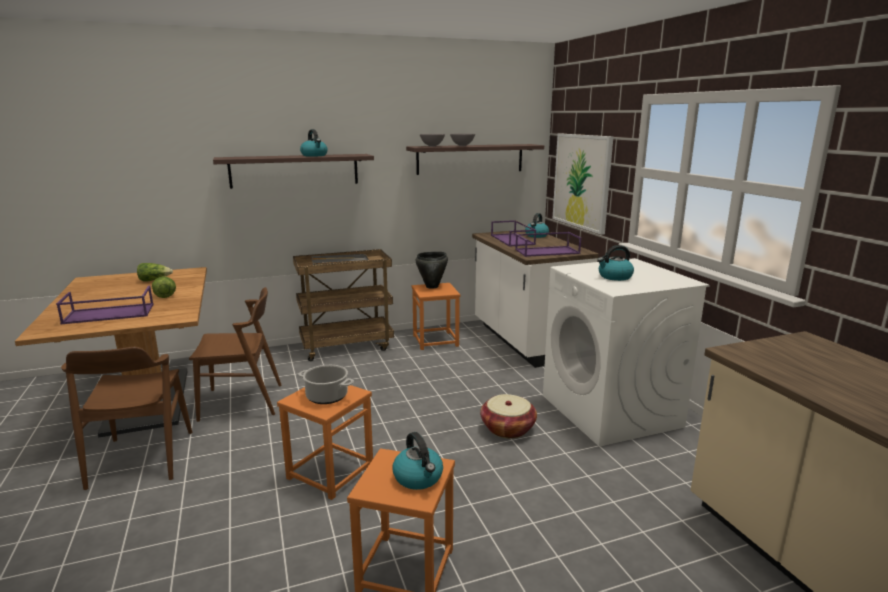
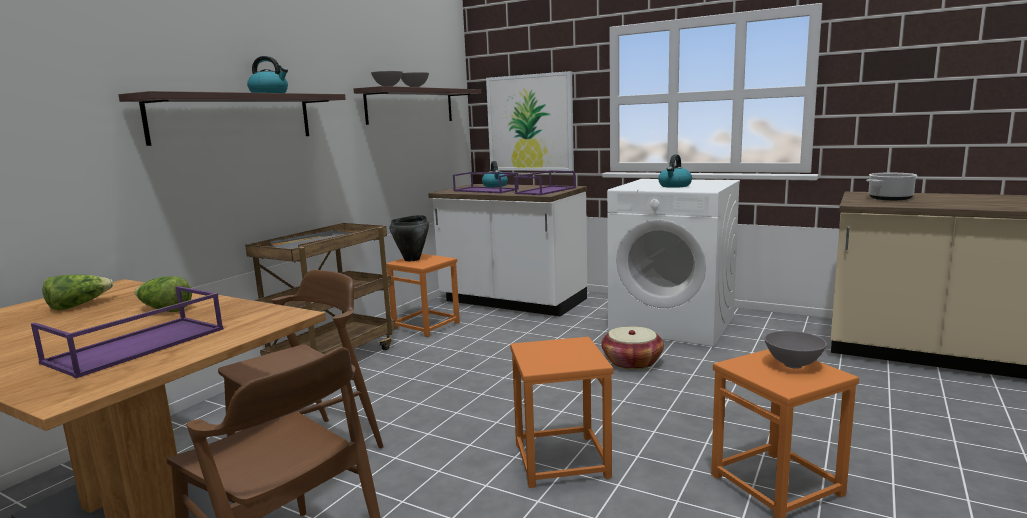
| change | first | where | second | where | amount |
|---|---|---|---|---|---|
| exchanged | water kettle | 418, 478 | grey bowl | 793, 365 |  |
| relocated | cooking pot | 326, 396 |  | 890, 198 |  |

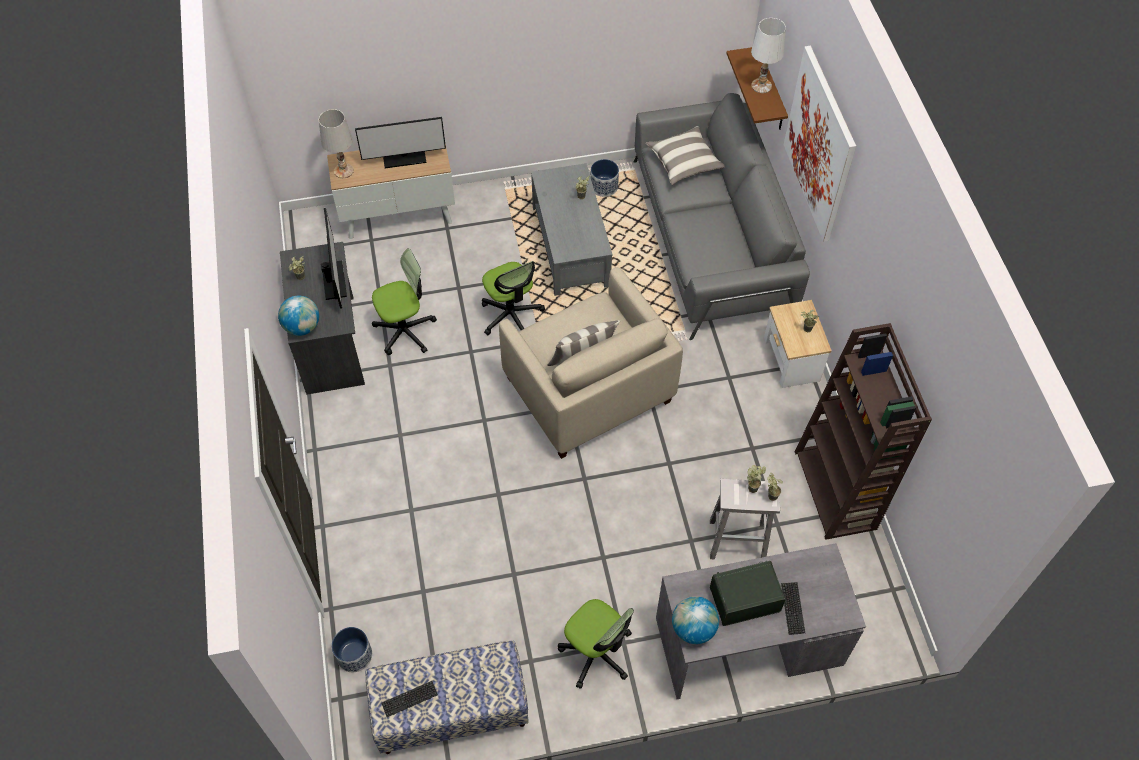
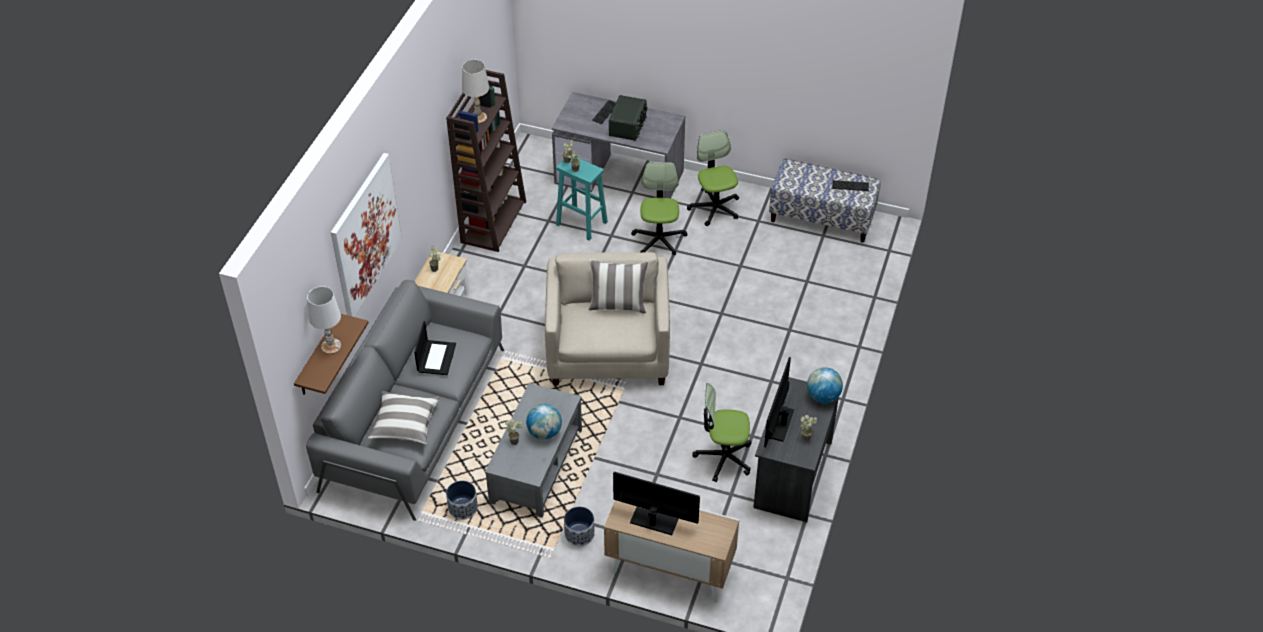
| change | first | where | second | where | amount |
|---|---|---|---|---|---|
| appeared |  |  | laptop | 436, 357 |  |
| relocated | whitish tabletop lamp | 344, 171 |  | 478, 117 |  |
| relocated | desk globe | 693, 628 |  | 544, 432 |  |
| colour | whitish stool seat | 738, 540 | blue-green stool seat | 581, 223 |  |
| relocated | plant pot | 355, 655 |  | 579, 534 |  |
| spun | radio set | 744, 599 |  | 628, 126 | 90 degrees counterclockwise |
| relocated | computer chair | 511, 315 |  | 659, 239 |  |

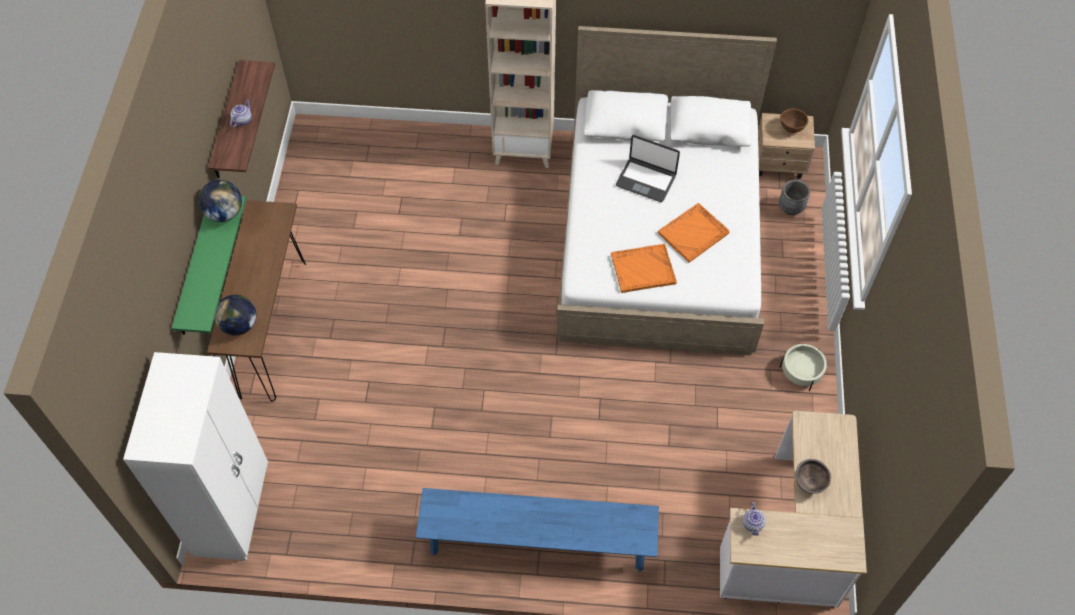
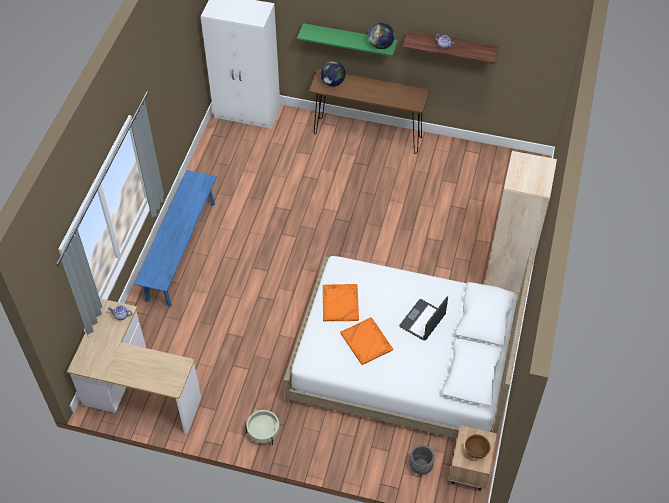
| change | first | where | second | where | amount |
|---|---|---|---|---|---|
| missing | brown-coloured bowl | 809, 483 |  |  |  |

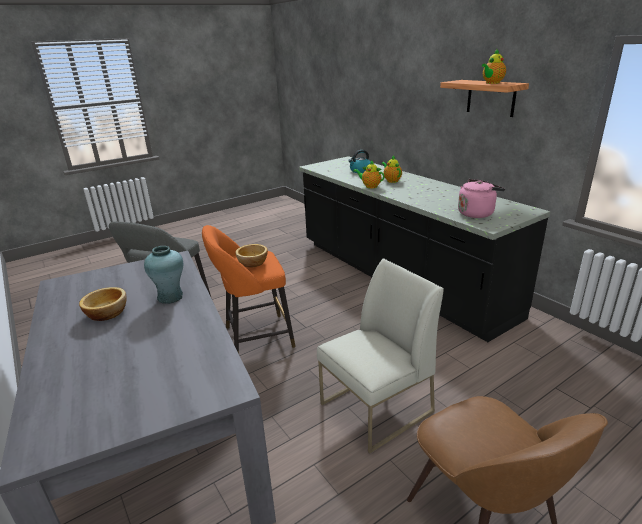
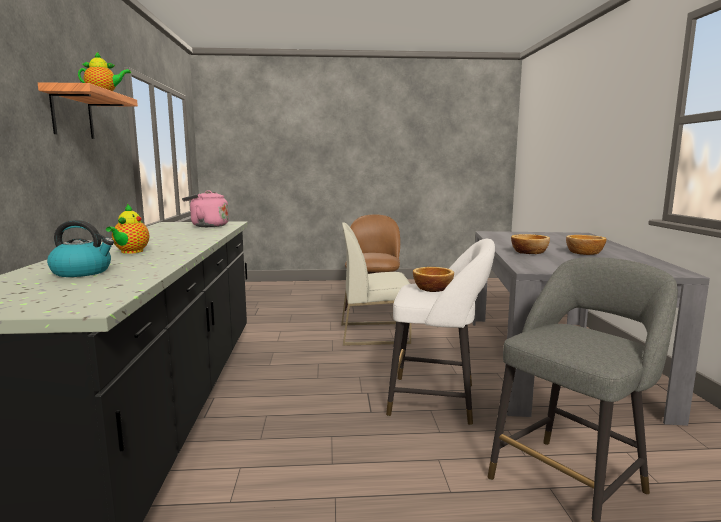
| change | first | where | second | where | amount |
|---|---|---|---|---|---|
| colour | orange-coloured stool seat | 254, 338 | whitish stool seat | 438, 400 |  |
| exchanged | blue-green flower vase | 170, 297 | bowl | 529, 252 |  |
| missing | pot for tea | 370, 186 |  |  |  |

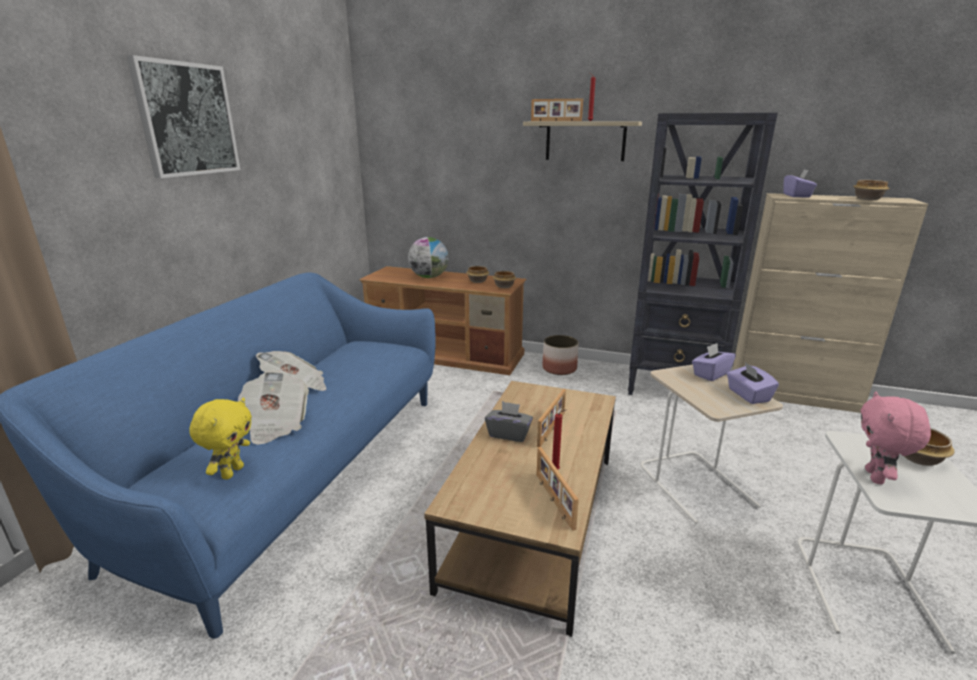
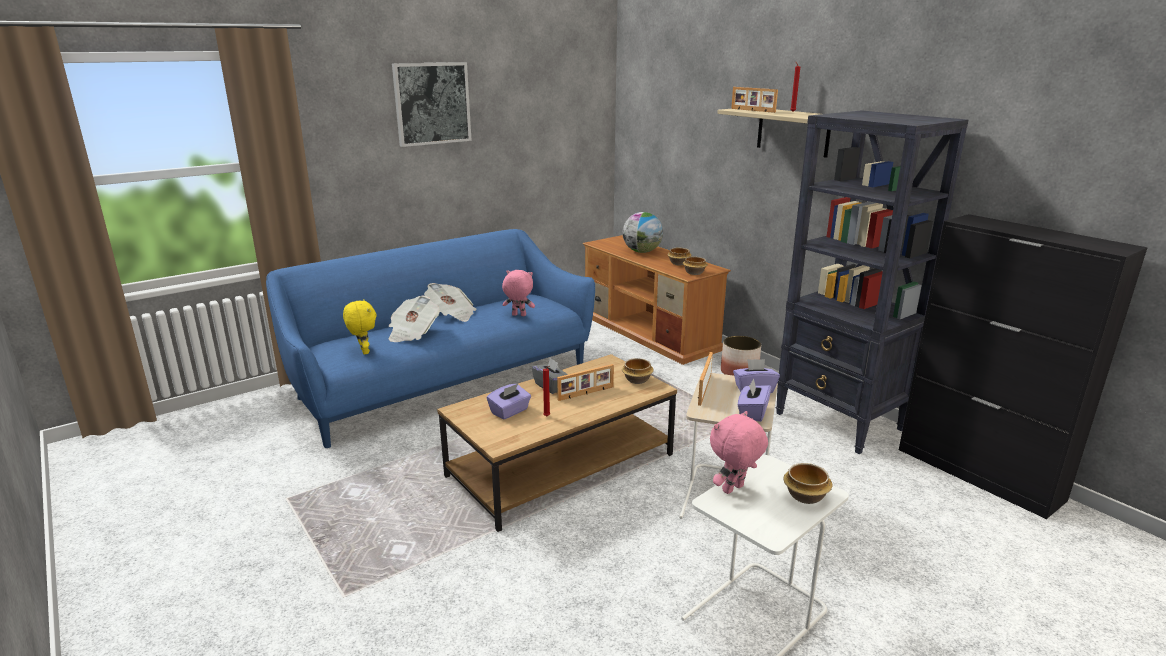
| change | first | where | second | where | amount |
|---|---|---|---|---|---|
| spun | yellowish soft toy | 232, 472 |  | 363, 351 | 75 degrees counterclockwise |
| relocated | purple tissue box | 797, 196 |  | 510, 411 |  |
| appeared |  |  | pinkish soft toy | 518, 315 |  |
| relocated | bowl | 868, 199 |  | 638, 380 |  |
| relocated | picture frame | 553, 500 |  | 703, 389 |  |
| colour | beige storage cabinet | 793, 395 | blackish storage cabinet | 979, 474 |  |

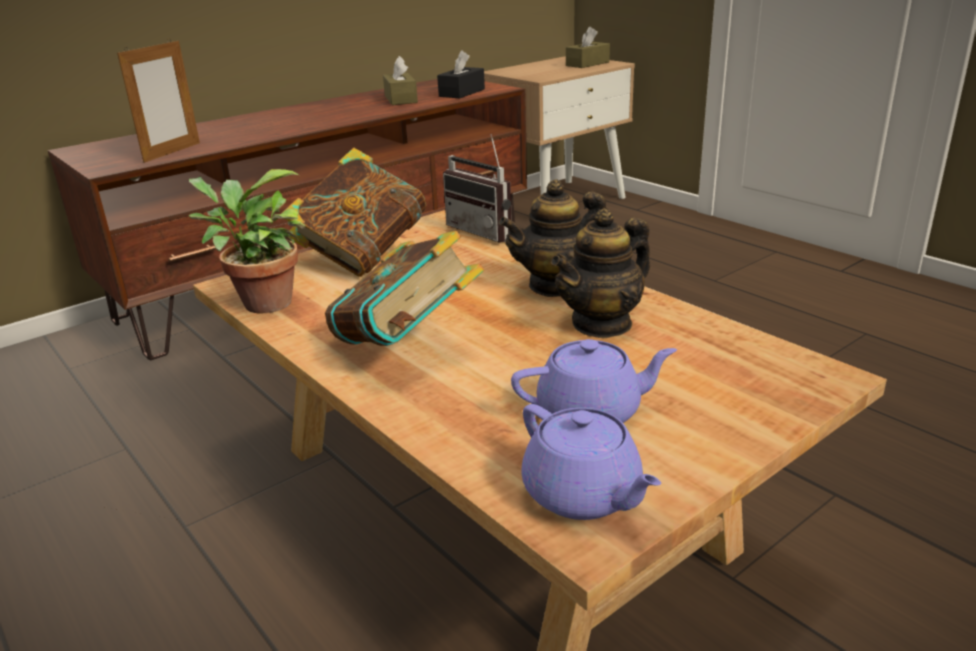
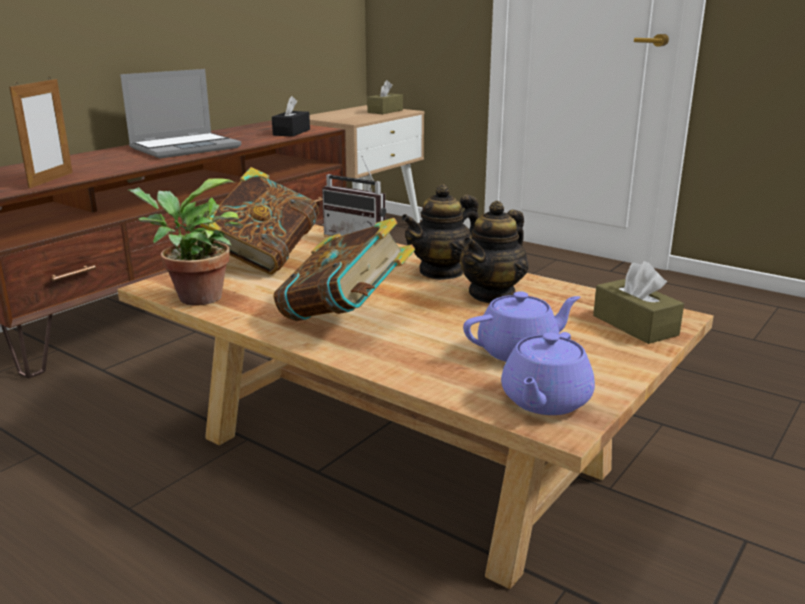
| change | first | where | second | where | amount |
|---|---|---|---|---|---|
| appeared |  |  | laptop | 186, 147 |  |
| spun | purple pot for tea | 583, 495 |  | 544, 401 | 75 degrees clockwise |
| relocated | brown-coloured tissue box | 400, 99 |  | 634, 325 |  |

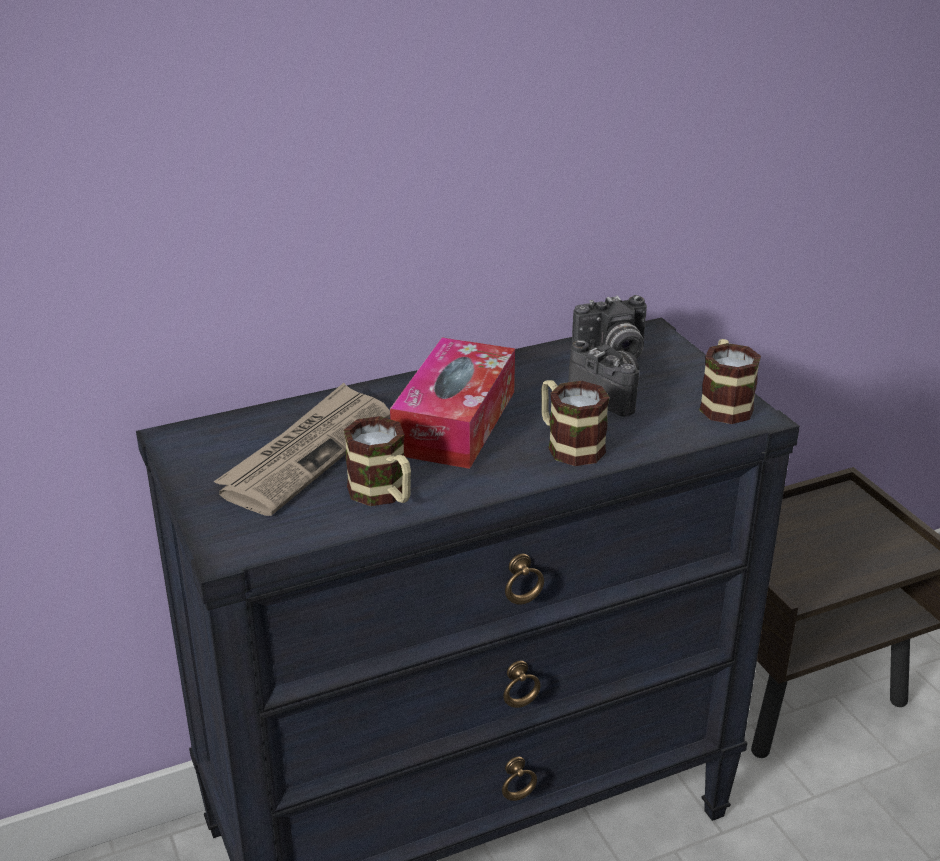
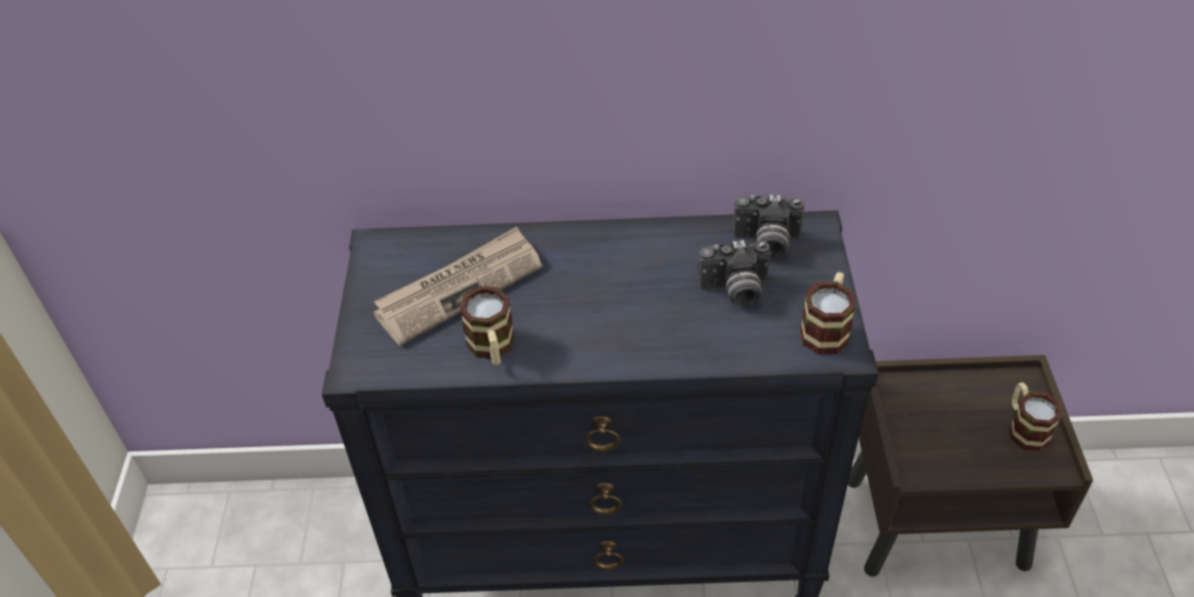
| change | first | where | second | where | amount |
|---|---|---|---|---|---|
| spun | still camera | 611, 394 |  | 735, 291 | 105 degrees clockwise |
| relocated | mug | 568, 444 |  | 1024, 428 |  |
| missing | tissue box | 455, 422 |  |  |  |

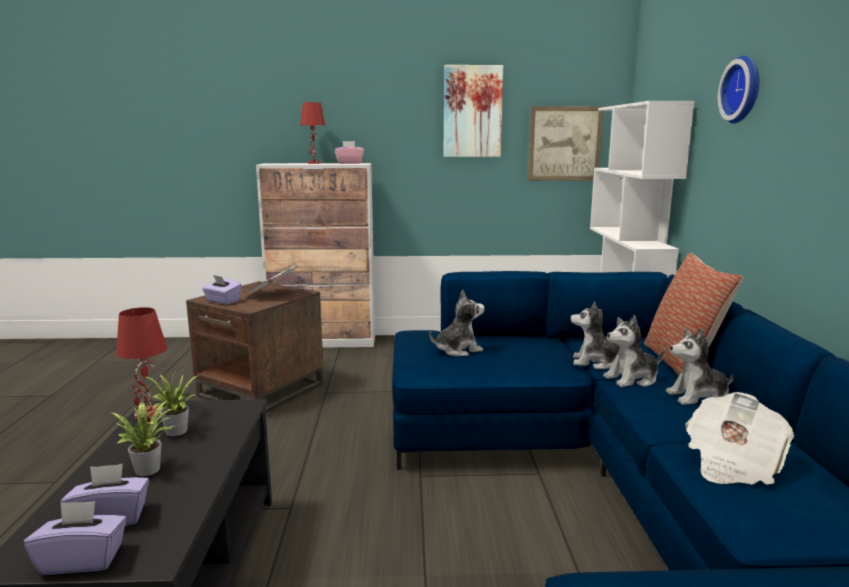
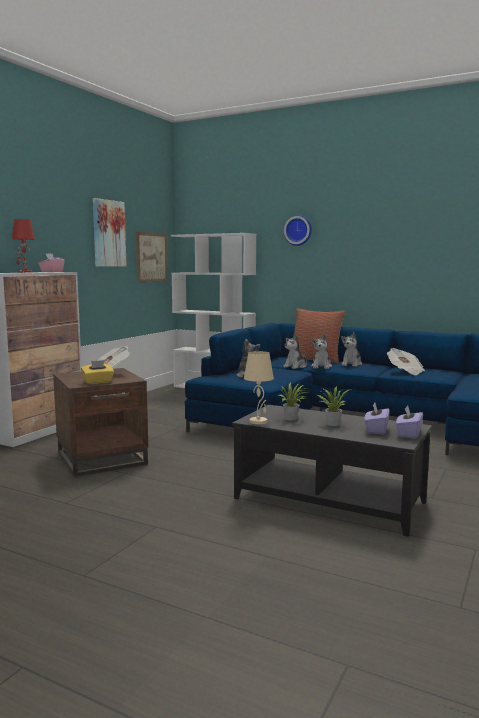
| change | first | where | second | where | amount |
|---|---|---|---|---|---|
| colour | purple tissue box | 222, 301 | yellowish tissue box | 98, 382 |  |
| colour | reddish tabletop lamp | 149, 415 | beige tabletop lamp | 259, 421 |  |

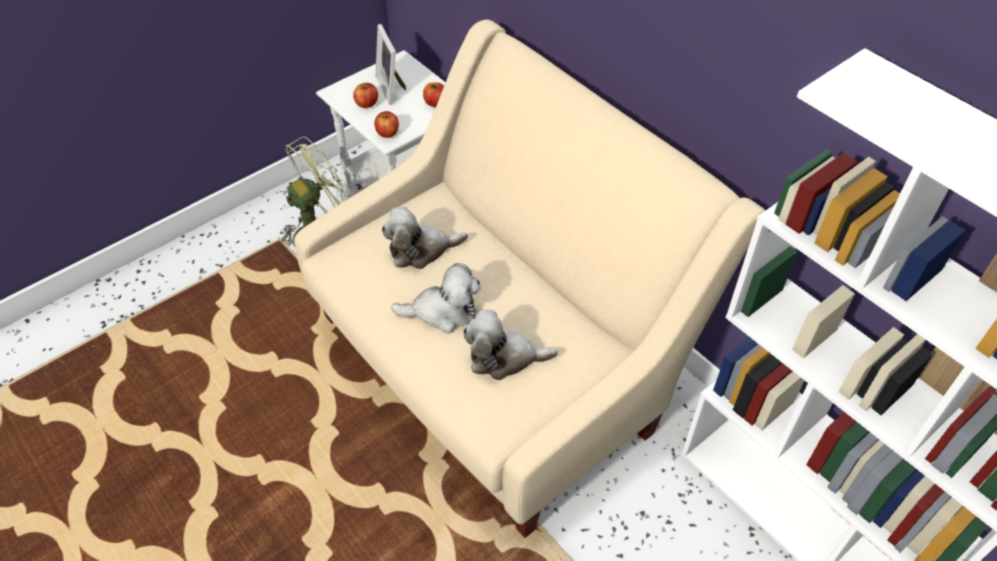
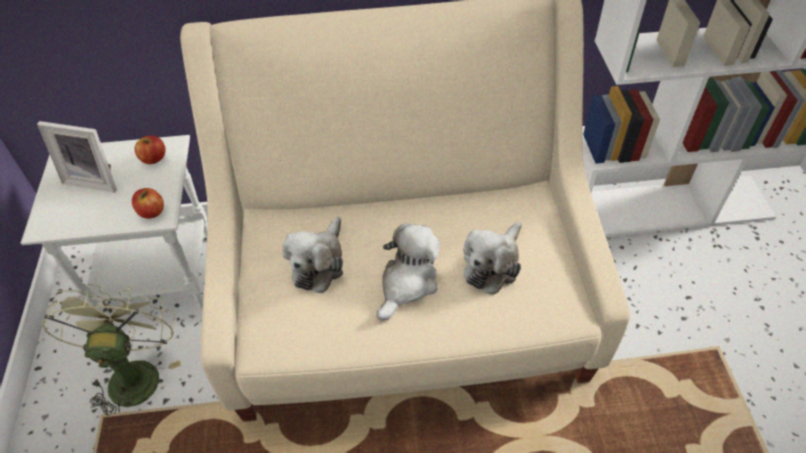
| change | first | where | second | where | amount |
|---|---|---|---|---|---|
| missing | apple fruit | 366, 104 |  |  |  |

